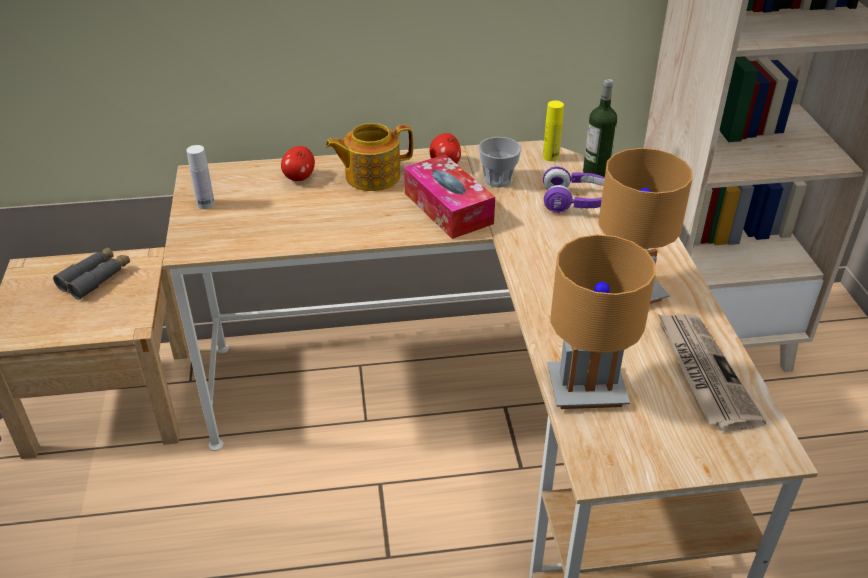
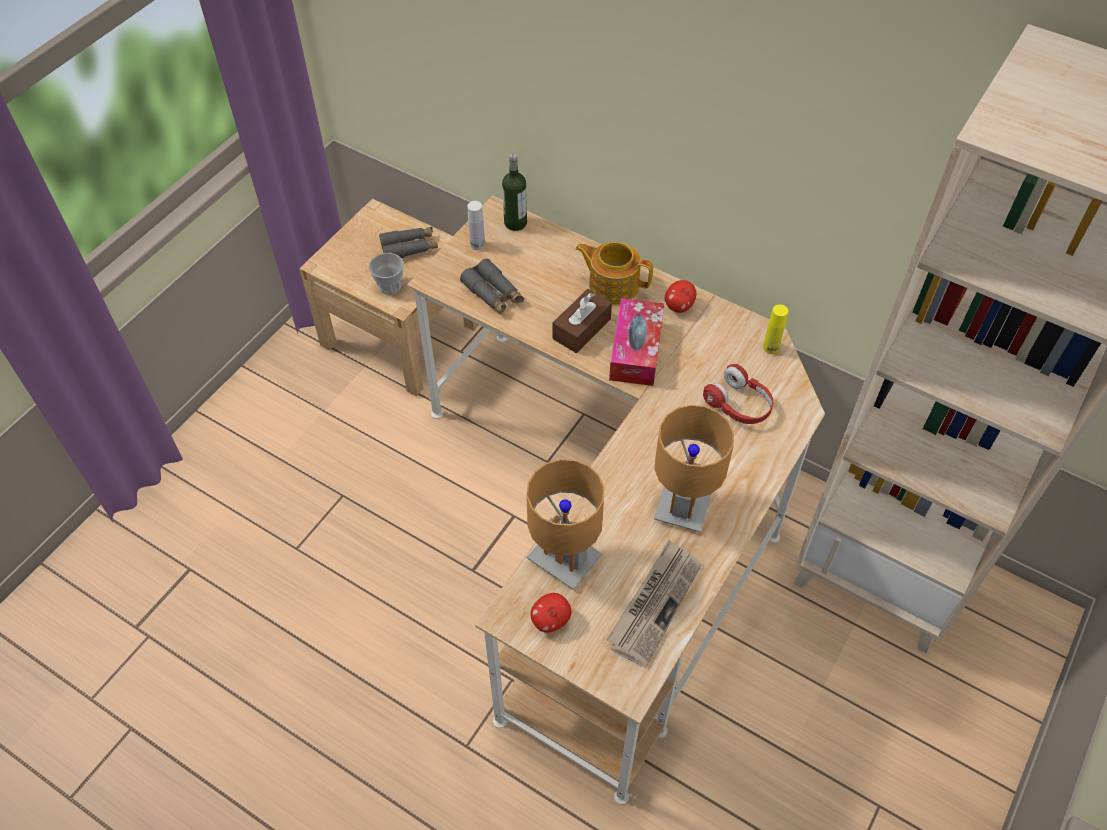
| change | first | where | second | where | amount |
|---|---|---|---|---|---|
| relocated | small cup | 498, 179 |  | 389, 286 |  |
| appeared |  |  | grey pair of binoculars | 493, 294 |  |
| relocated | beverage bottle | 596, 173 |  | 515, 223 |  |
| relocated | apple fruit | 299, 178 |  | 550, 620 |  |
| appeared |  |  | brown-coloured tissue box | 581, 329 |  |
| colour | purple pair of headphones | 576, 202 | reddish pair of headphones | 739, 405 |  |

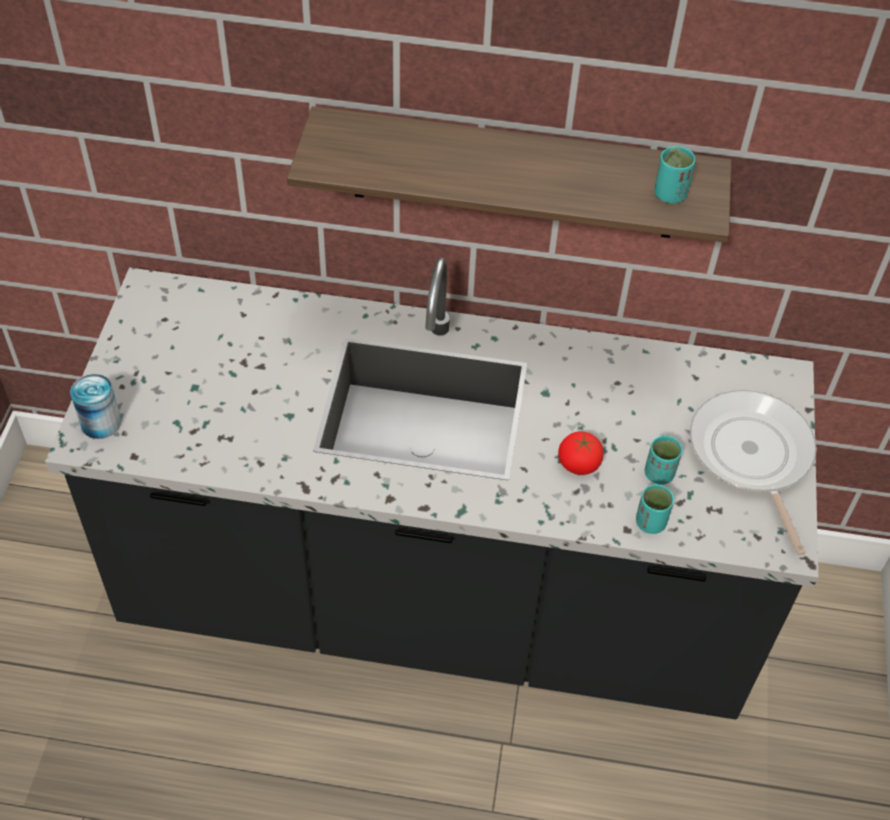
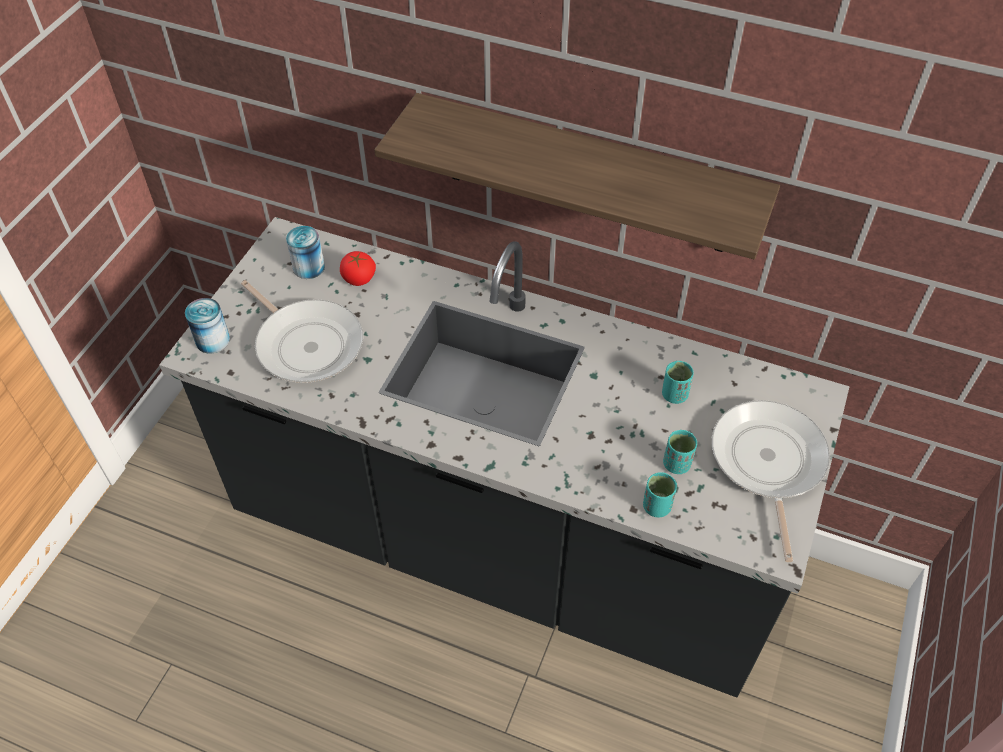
| change | first | where | second | where | amount |
|---|---|---|---|---|---|
| appeared |  |  | pan | 306, 343 |  |
| appeared |  |  | sealed can | 309, 267 |  |
| relocated | tomato | 578, 464 |  | 358, 278 |  |
| relocated | blue-green small cup | 670, 194 |  | 674, 395 |  |

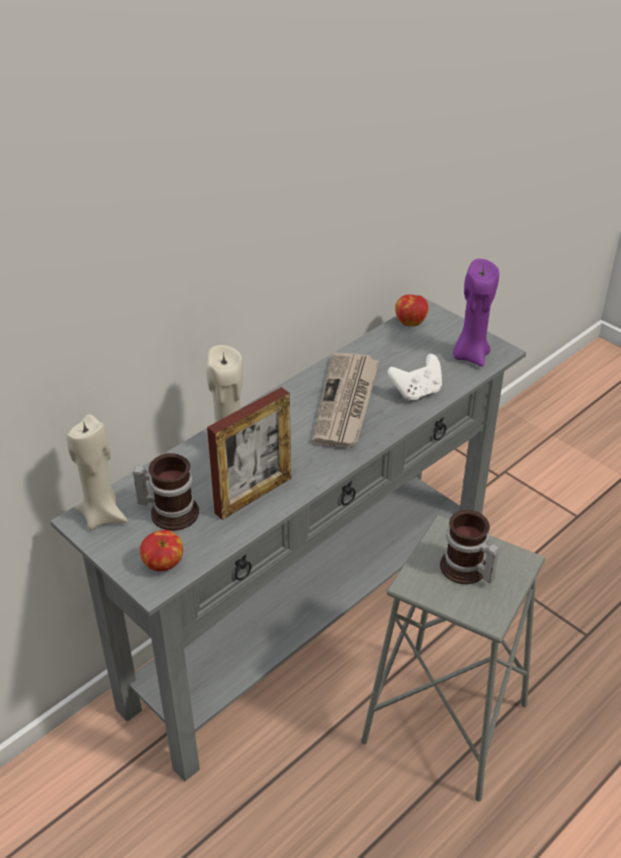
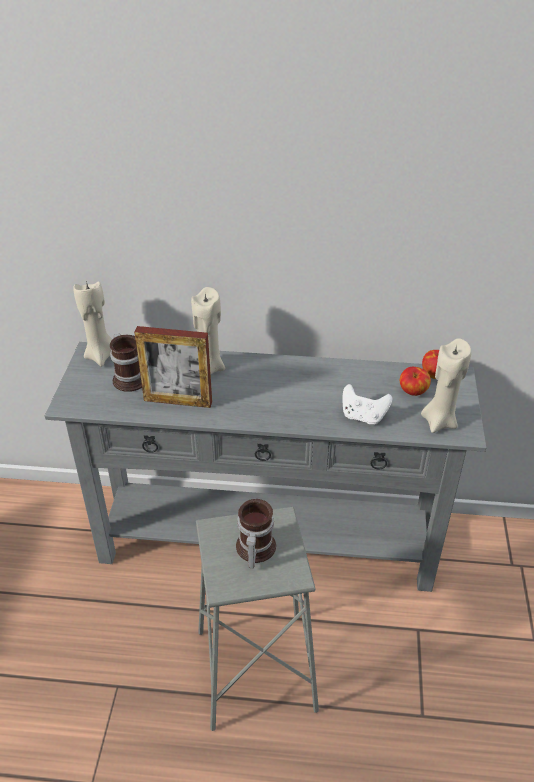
| change | first | where | second | where | amount |
|---|---|---|---|---|---|
| relocated | apple fruit | 163, 564 |  | 413, 392 |  |
| colour | purple candle | 470, 355 | beige candle | 439, 421 |  |
| missing | daily paper | 347, 403 |  |  |  |

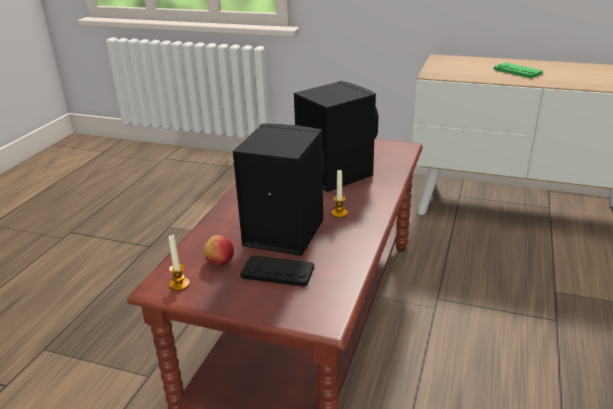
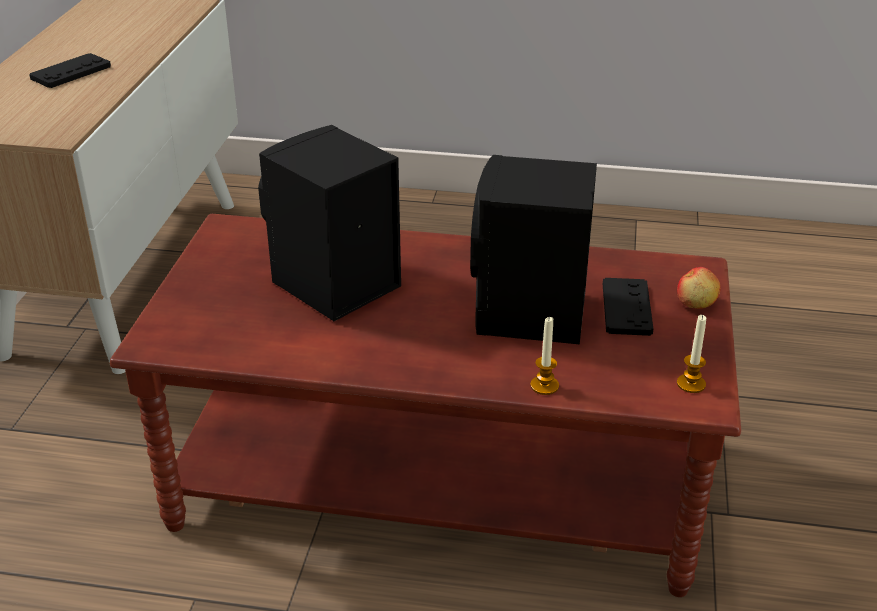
| change | first | where | second | where | amount |
|---|---|---|---|---|---|
| colour | green joypad | 517, 71 | blackish joypad | 71, 72 |  |
| relocated | candle | 339, 213 |  | 544, 386 |  |
| relocated | apple fruit | 220, 261 |  | 696, 303 |  |

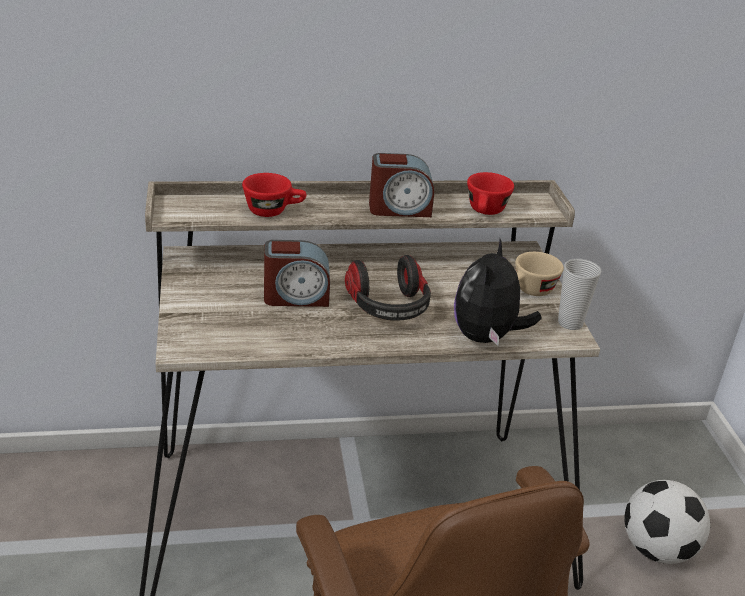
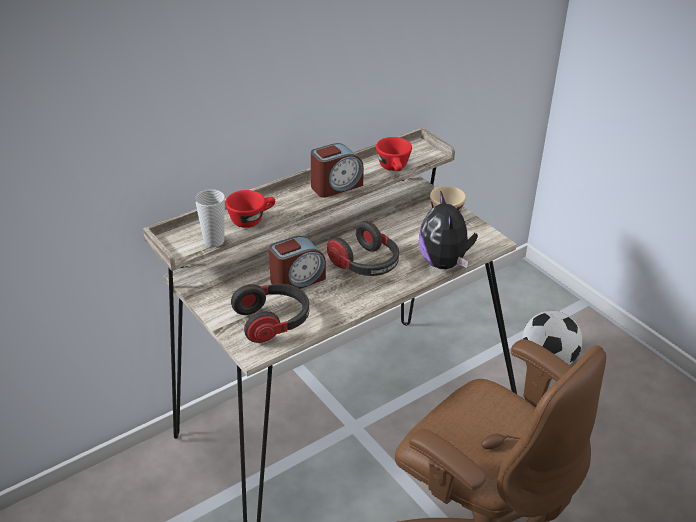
| change | first | where | second | where | amount |
|---|---|---|---|---|---|
| relocated | small cup | 570, 323 |  | 214, 241 |  |
| appeared |  |  | pair of headphones | 273, 322 |  |

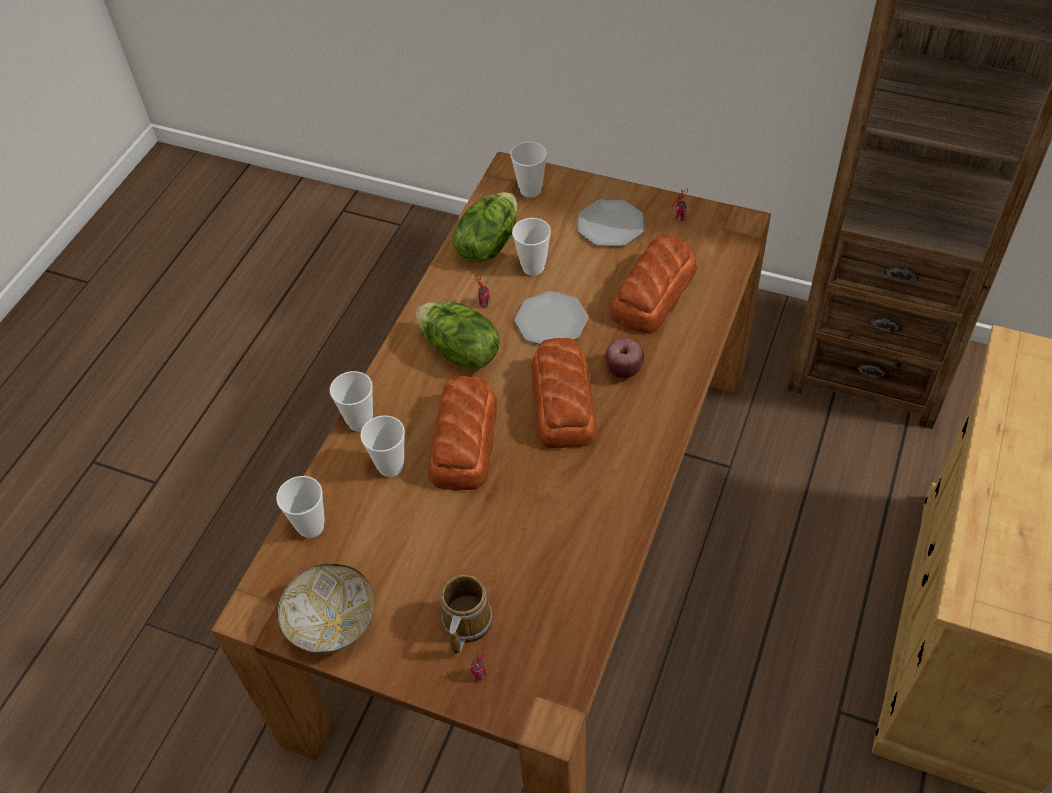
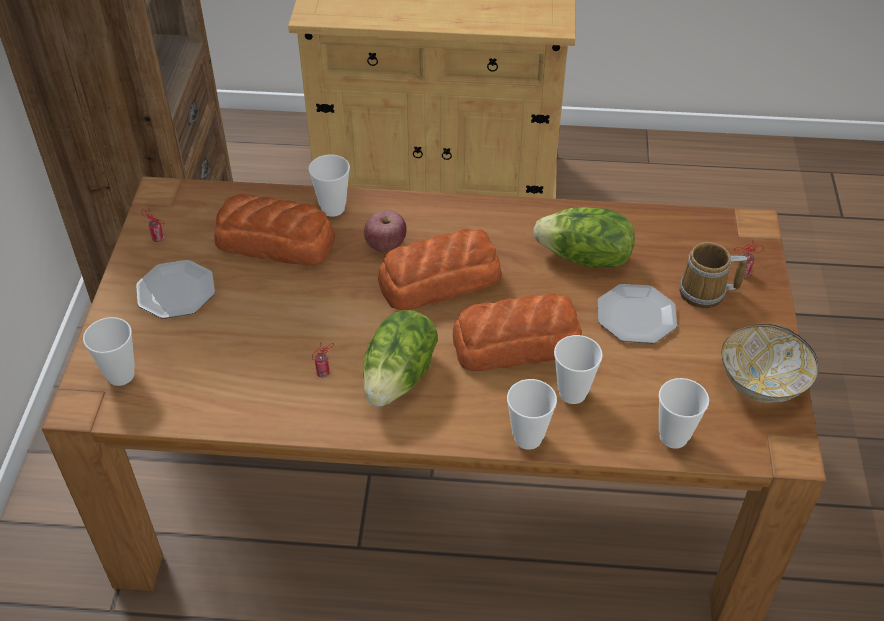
| change | first | where | second | where | amount |
|---|---|---|---|---|---|
| relocated | small cup | 533, 267 |  | 333, 208 |  |
| relocated | head of lettuce | 487, 244 |  | 584, 258 |  |
| relocated | flat dish | 551, 322 |  | 637, 316 |  |

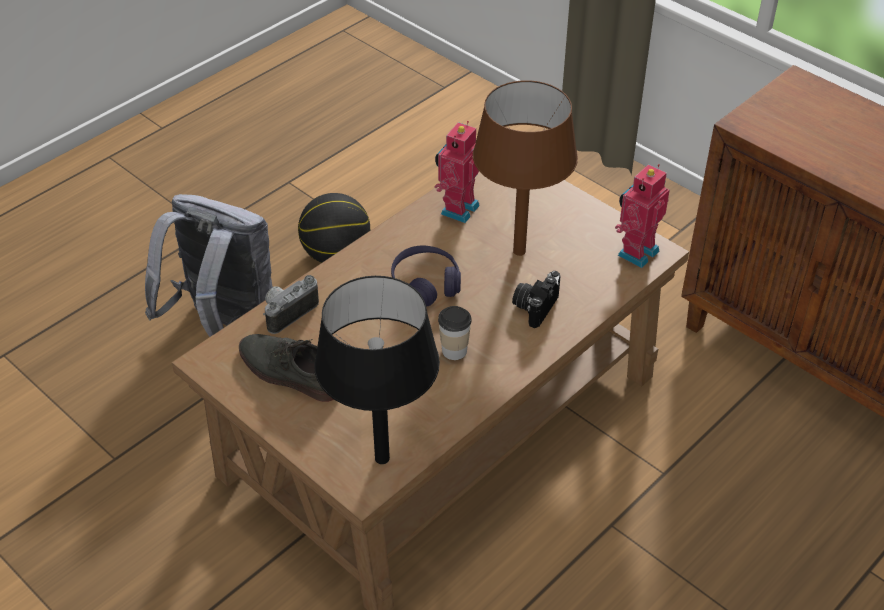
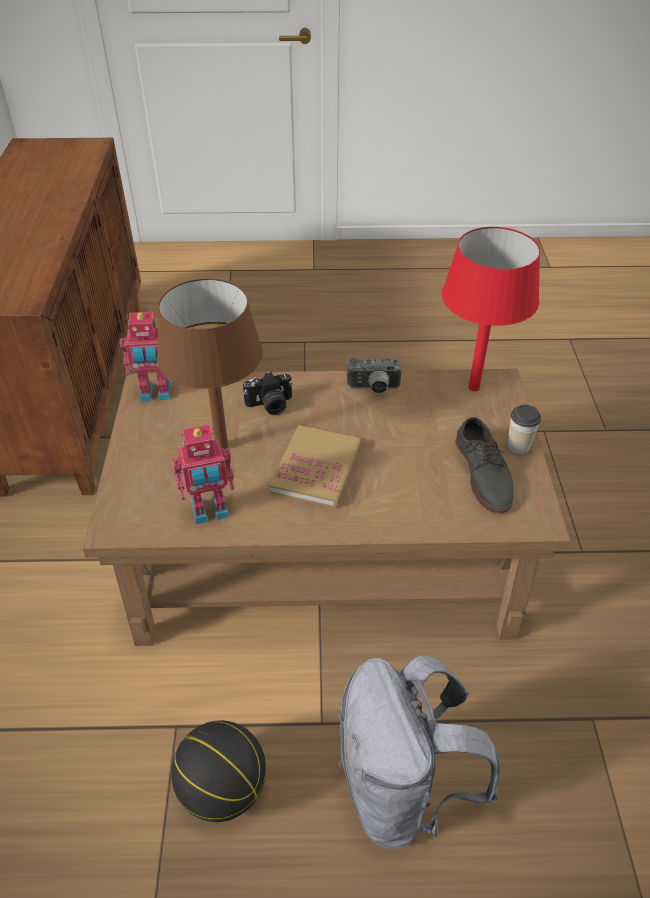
| change | first | where | second | where | amount |
|---|---|---|---|---|---|
| exchanged | purple pair of headphones | 426, 284 | bound book | 316, 469 |  |
| relocated | still camera | 288, 312 |  | 374, 389 |  |
| colour | blackish tabletop lamp | 382, 458 | reddish tabletop lamp | 473, 387 |  |
| relocated | small cup | 454, 351 |  | 518, 446 |  |

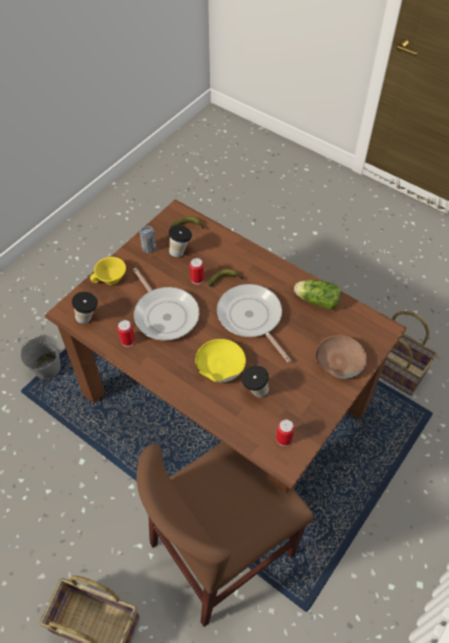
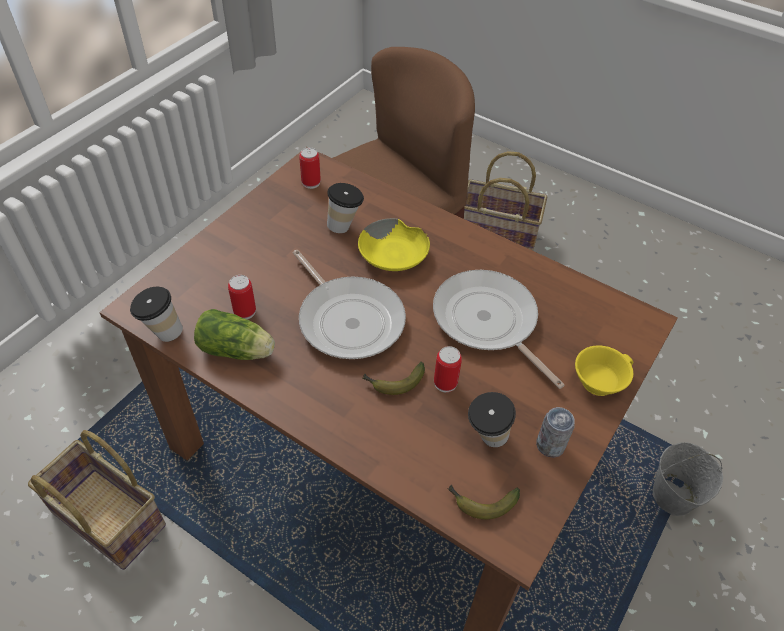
| change | first | where | second | where | amount |
|---|---|---|---|---|---|
| relocated | small cup | 88, 318 |  | 162, 333 |  |
| relocated | sealed can | 128, 341 |  | 245, 311 |  |
| missing | brown-coloured bowl | 339, 361 |  |  |  |

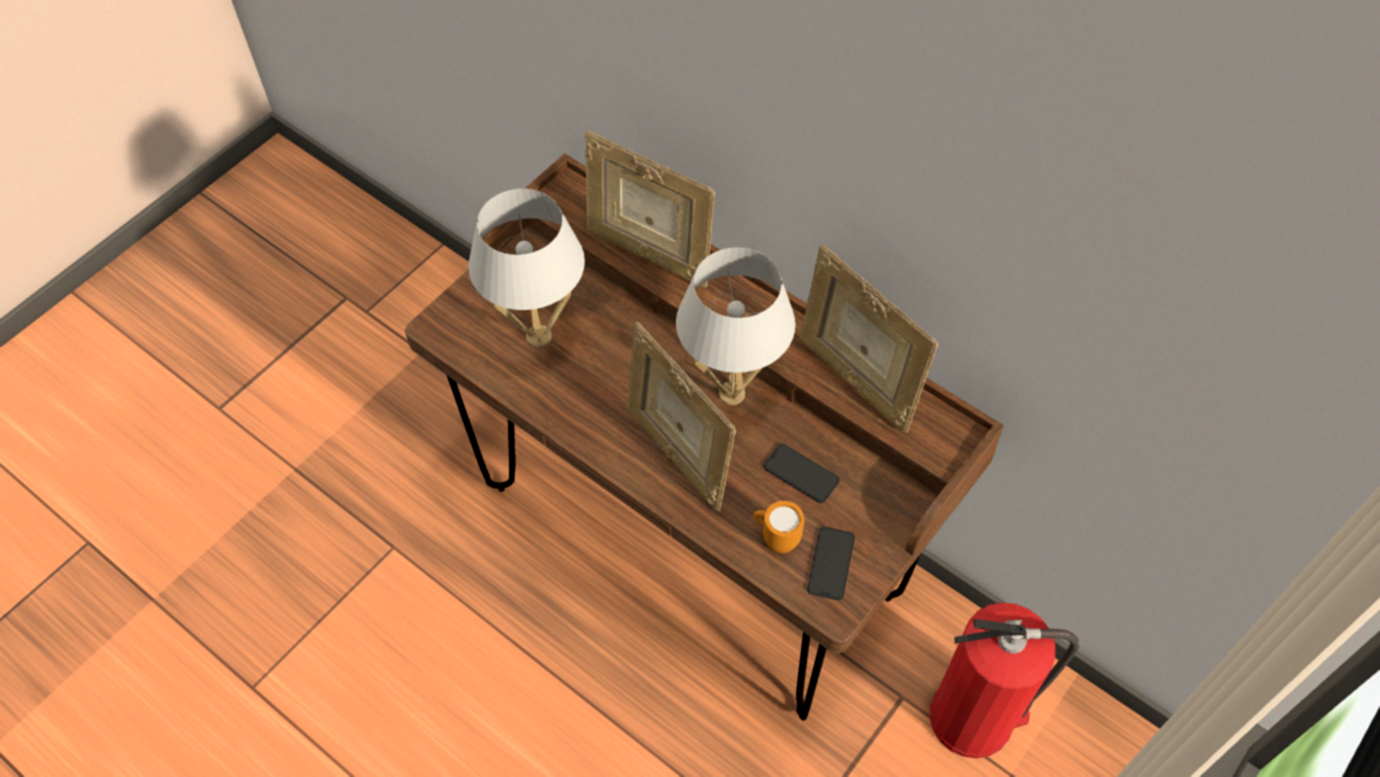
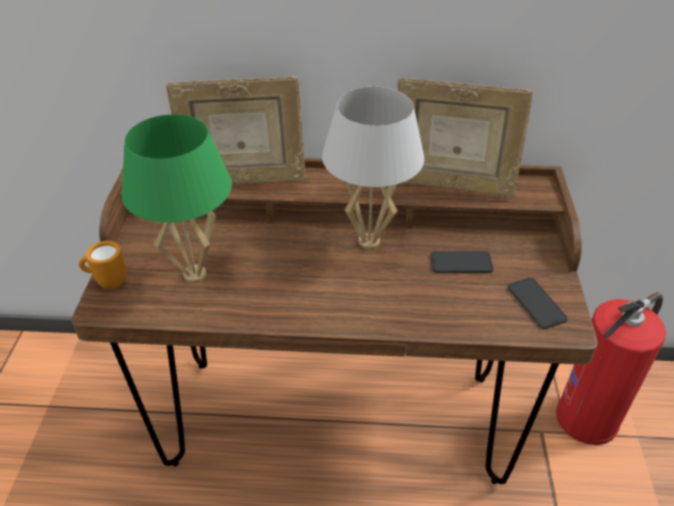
| change | first | where | second | where | amount |
|---|---|---|---|---|---|
| relocated | orange-coloured mug | 775, 538 |  | 107, 282 |  |
| colour | whitish tabletop lamp | 538, 337 | green tabletop lamp | 195, 274 |  |
| missing | picture frame | 678, 454 |  |  |  |

